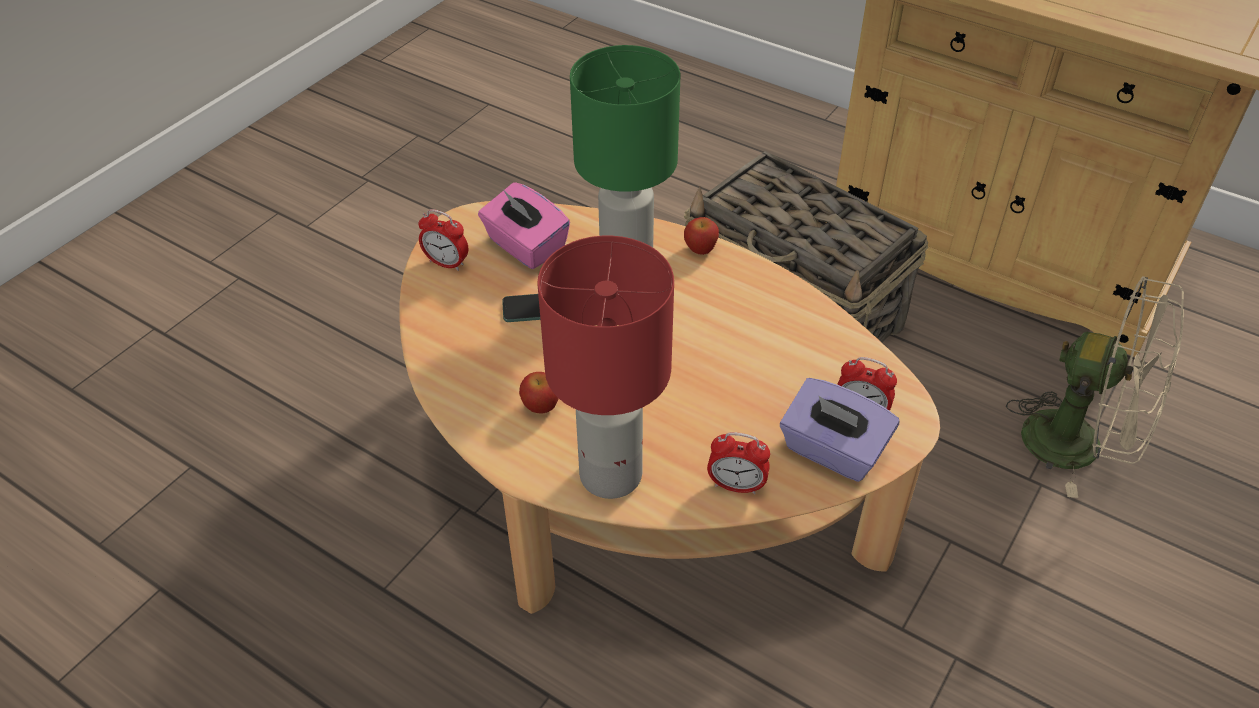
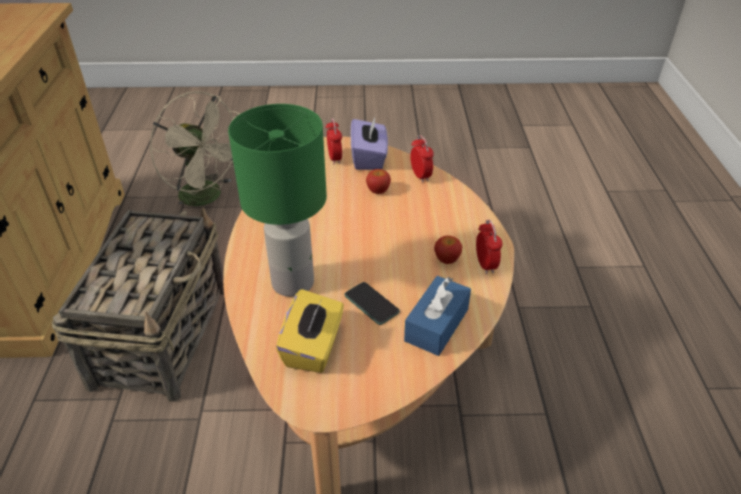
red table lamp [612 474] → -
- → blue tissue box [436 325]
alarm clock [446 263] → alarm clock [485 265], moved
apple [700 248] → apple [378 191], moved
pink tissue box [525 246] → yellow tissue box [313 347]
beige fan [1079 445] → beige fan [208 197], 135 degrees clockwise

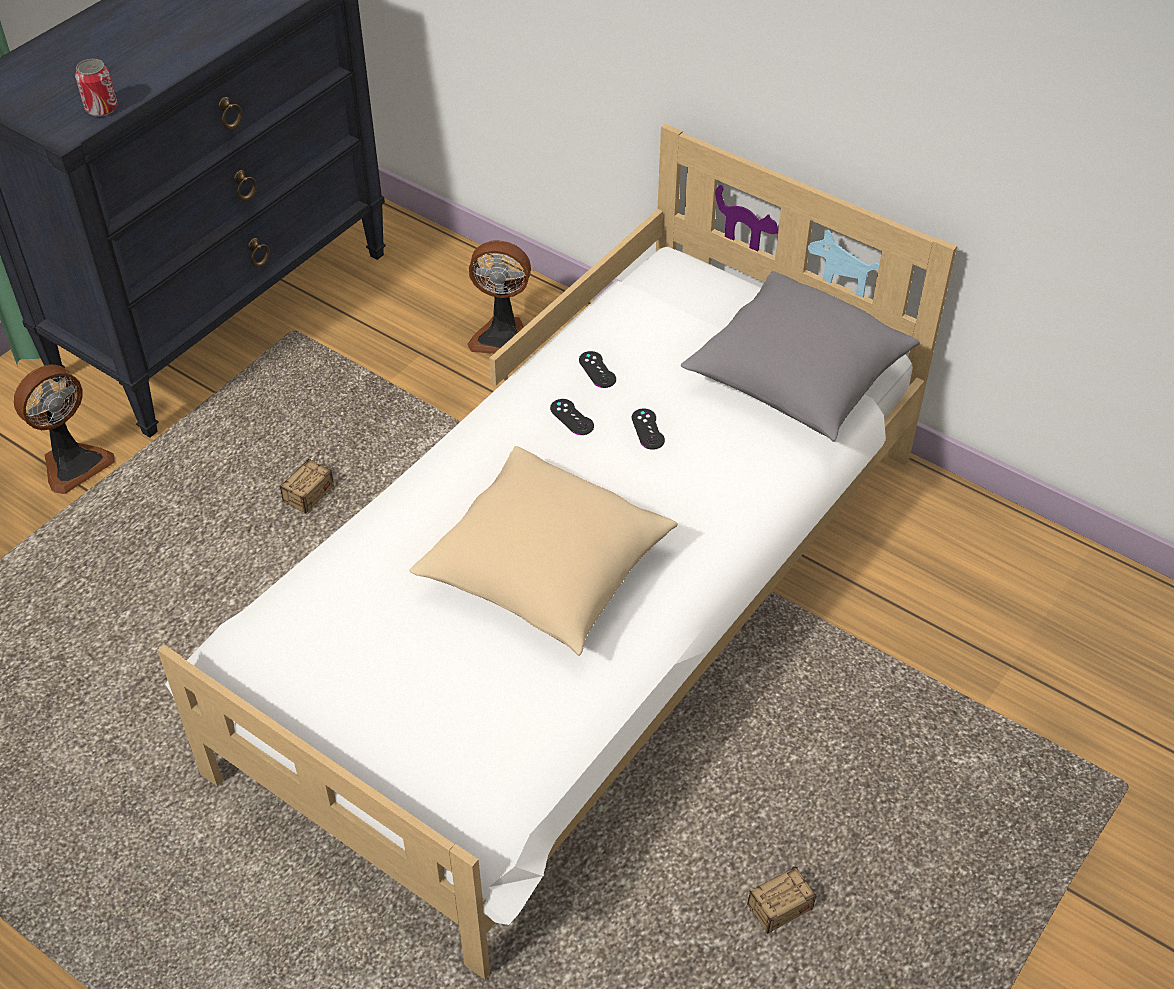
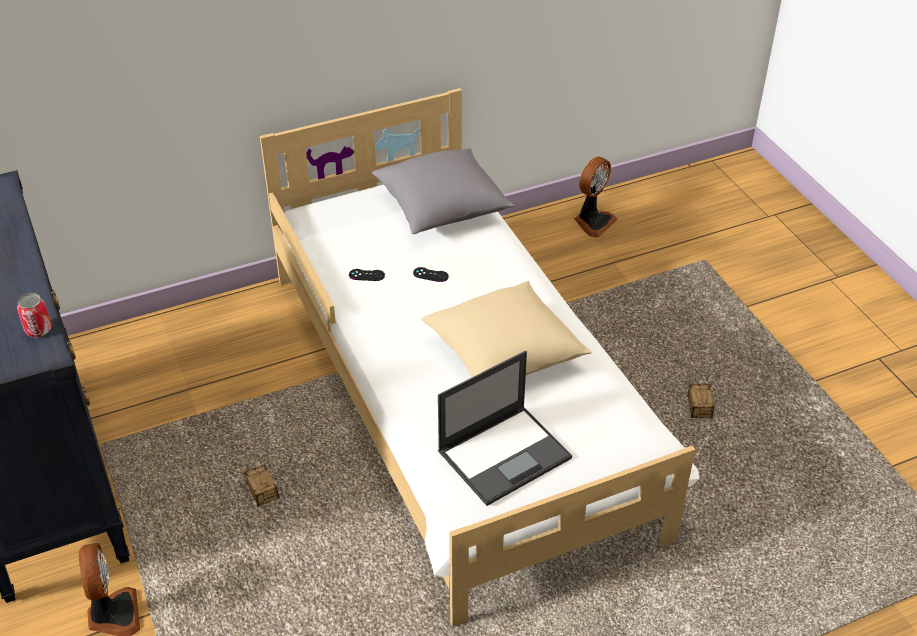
black game controller [572 417] → -
- → laptop [505 454]
fan [503 336] → fan [593 221], moved

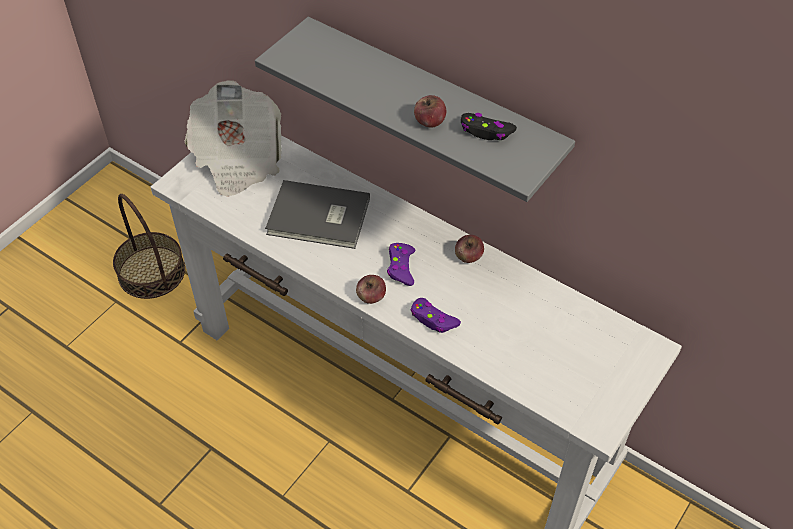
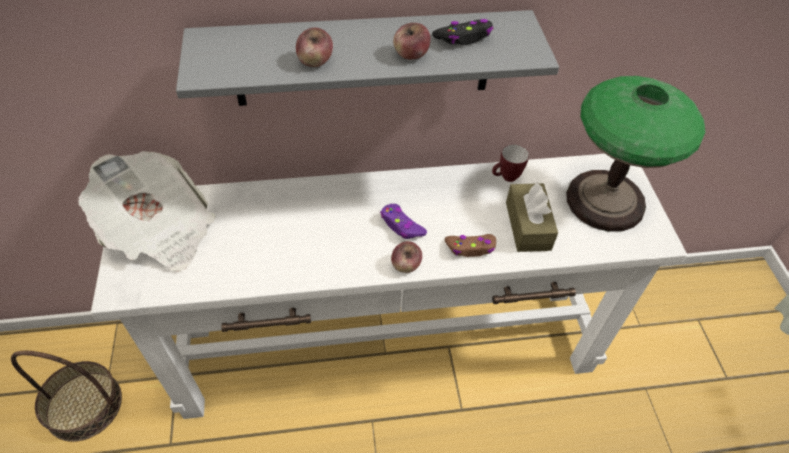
grey book [319 218] → -
- → mug [506 178]
- → brown tissue box [528 226]
- → table lamp [605 201]
apple [468 257] → apple [315 61], moved
purple game controller [433 319] → brown game controller [471 248]

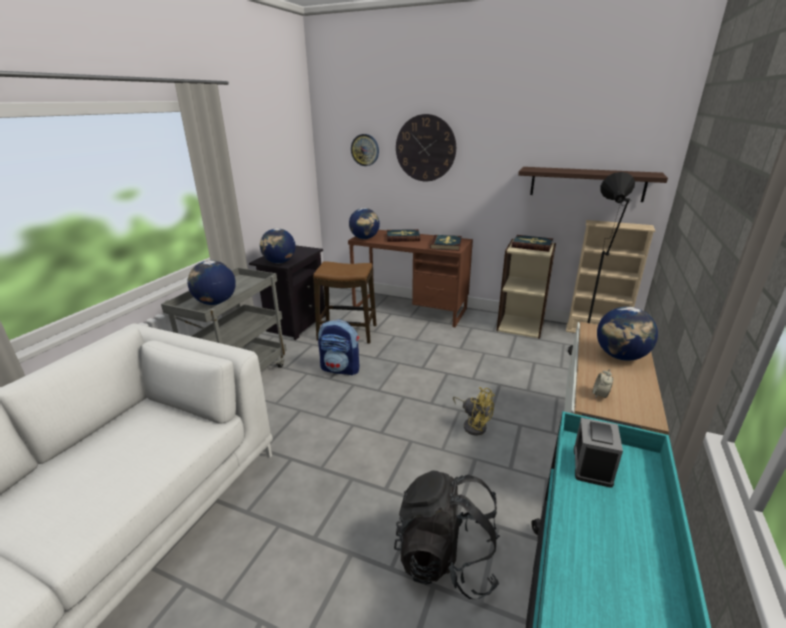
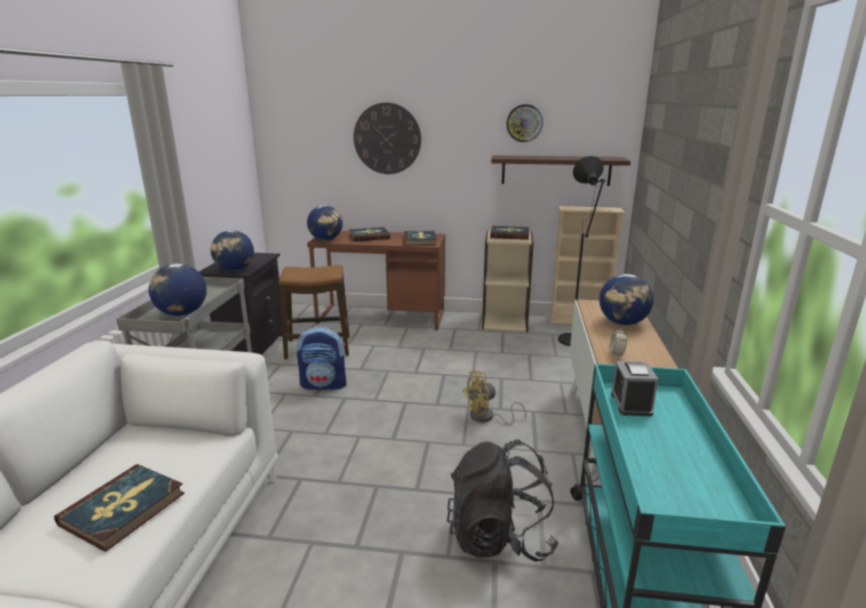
- → book [123 509]
wall clock [365 150] → wall clock [524 123], moved
yellow fan [473 424] → yellow fan [487 417], 135 degrees clockwise

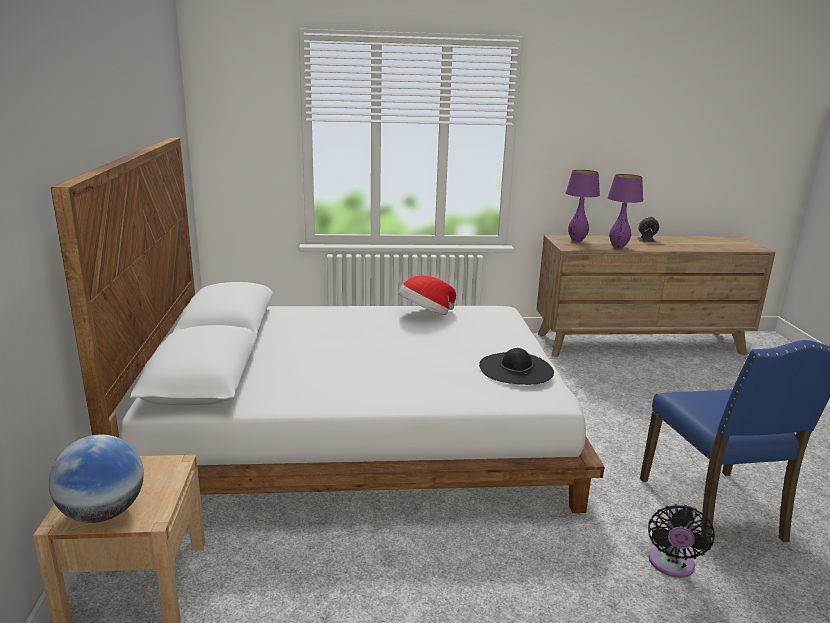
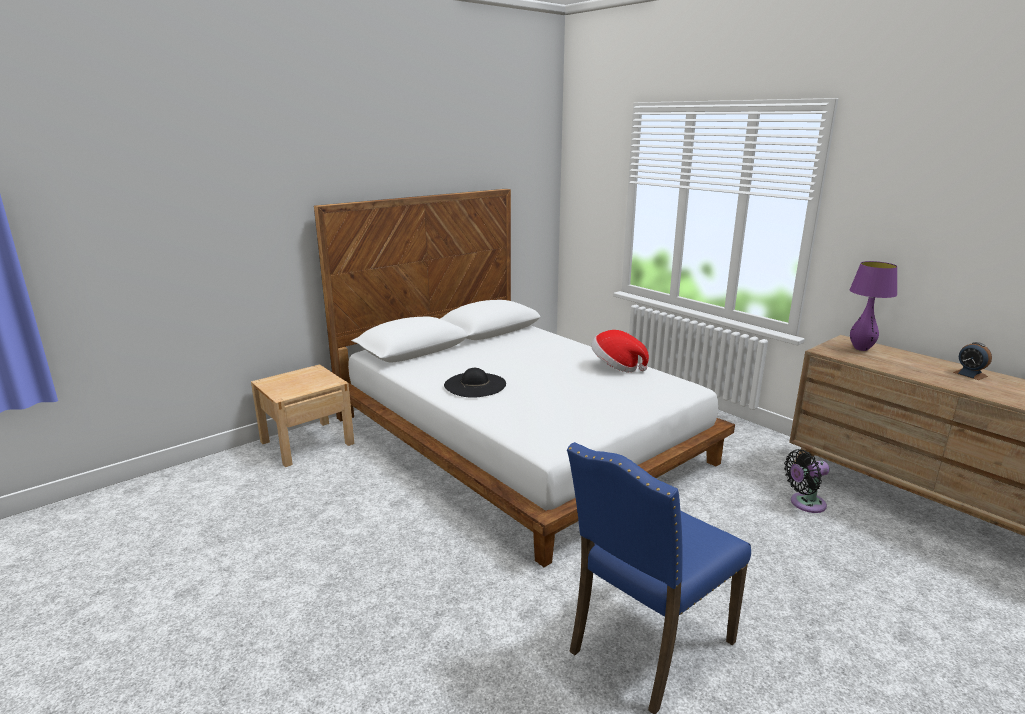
globe [103 513] → -
purple table lamp [618 247] → -
black hat [516 368] → black hat [475 385], moved
black fan [671 565] → black fan [804 504], moved

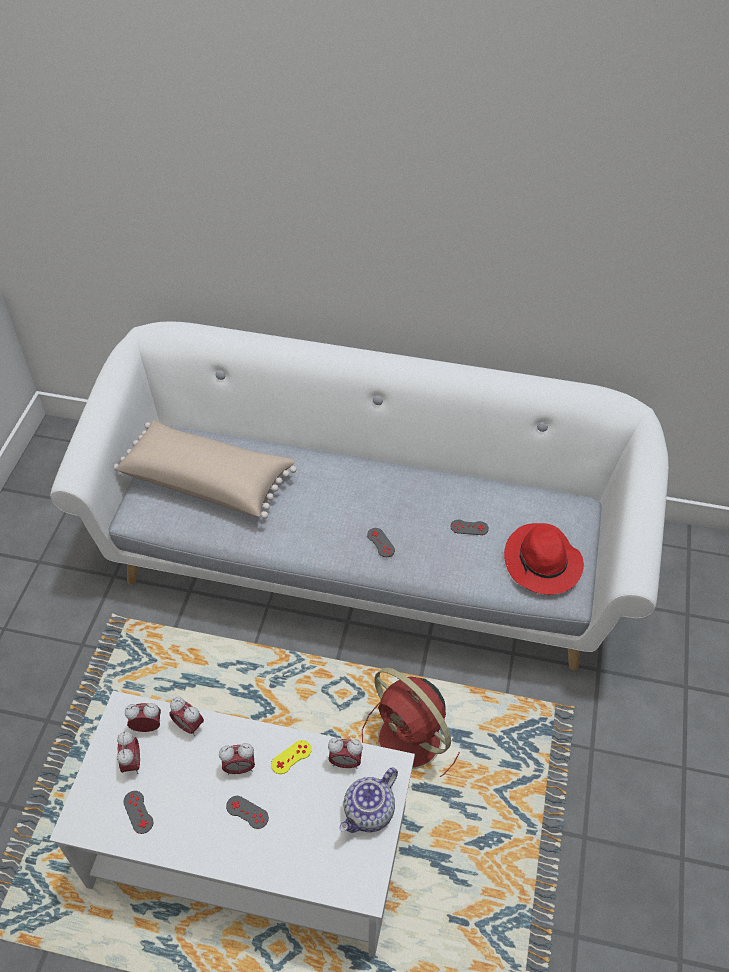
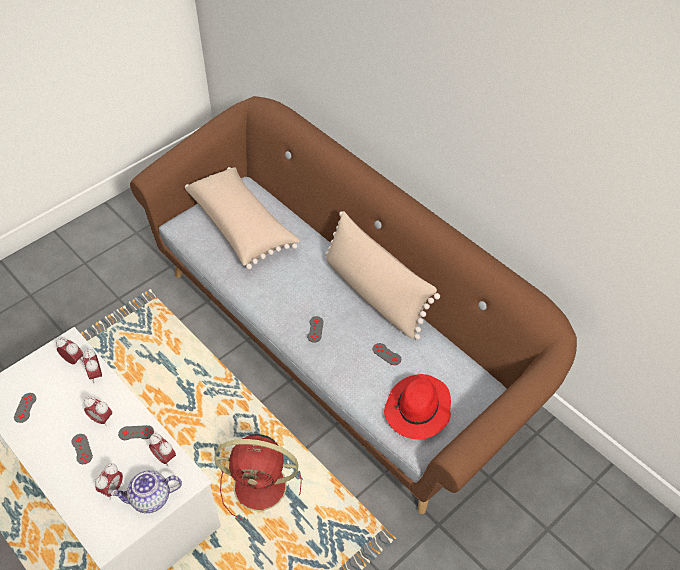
- → beige pillow [375 294]
alarm clock [132 763] → alarm clock [112 489], moved
white sofa [364 553] → brown sofa [340 341]
yellow game controller [291 757] → grey game controller [136 433]
red fan [412 741] → red fan [263 487], 75 degrees counterclockwise

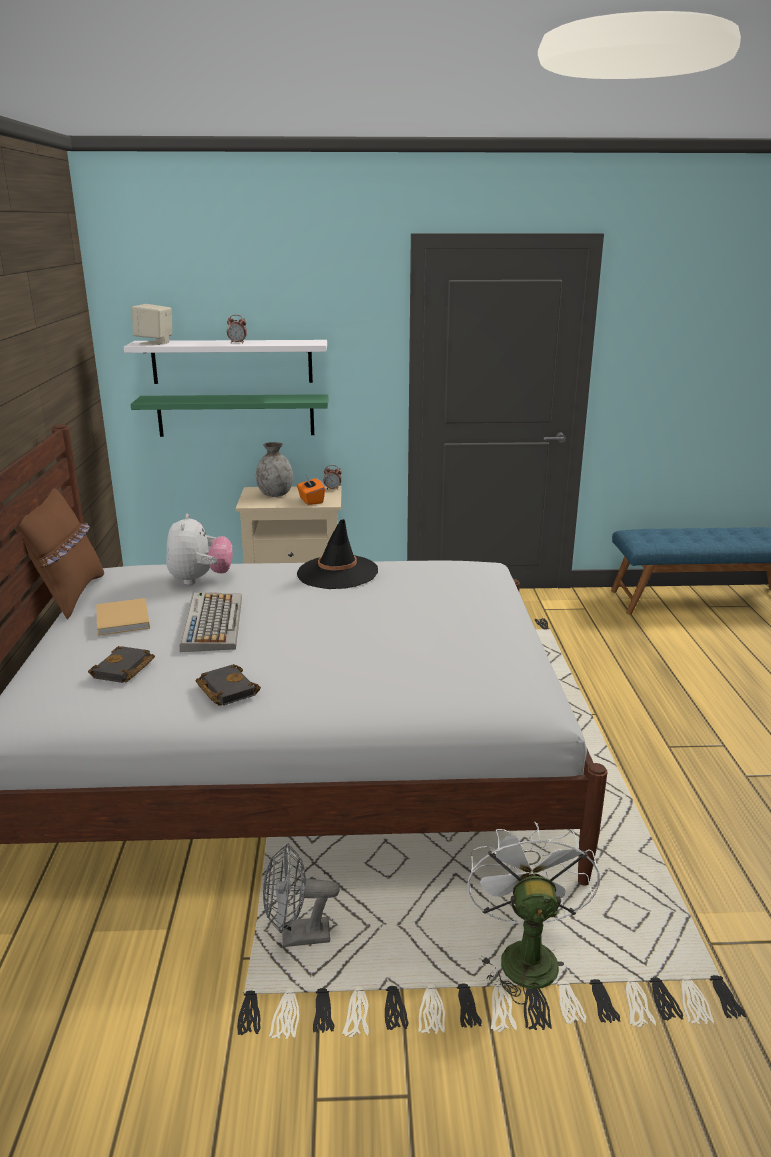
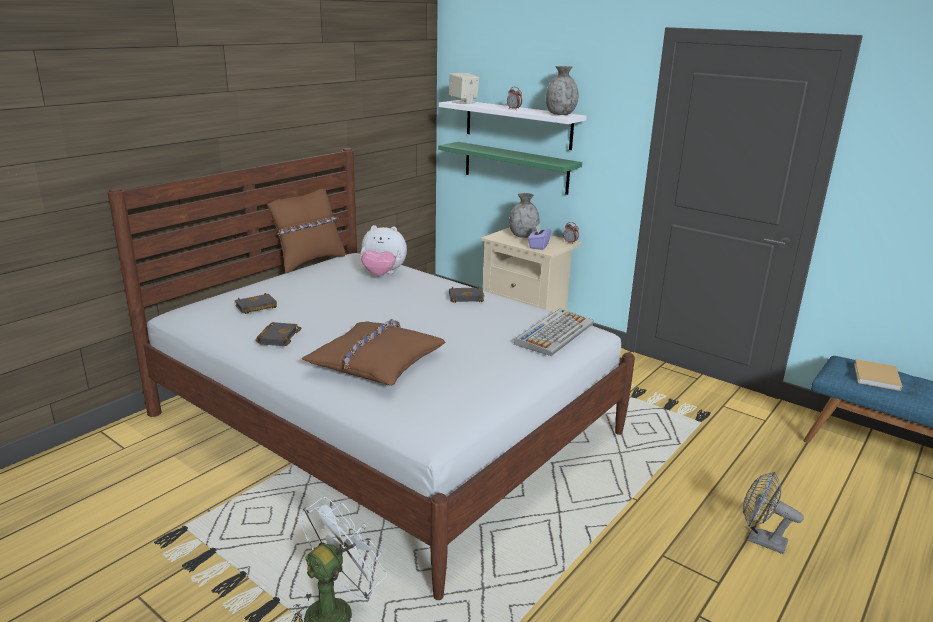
- → brown pillow [375 362]
- → grey vase [560 114]
beige book [123 620] → beige book [876 377], moved
keyboard [212 622] → keyboard [554 333], moved
grey fan [297 936] → grey fan [760 540], moved
black hat [337 573] → black book [467 297]
orange tissue box [310 500] → purple tissue box [538 246]
plush toy [200 580] → plush toy [383 274], 60 degrees clockwise

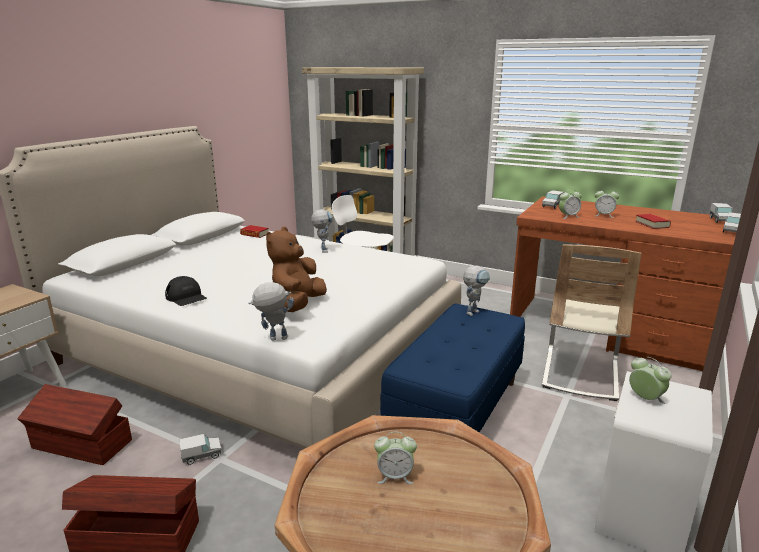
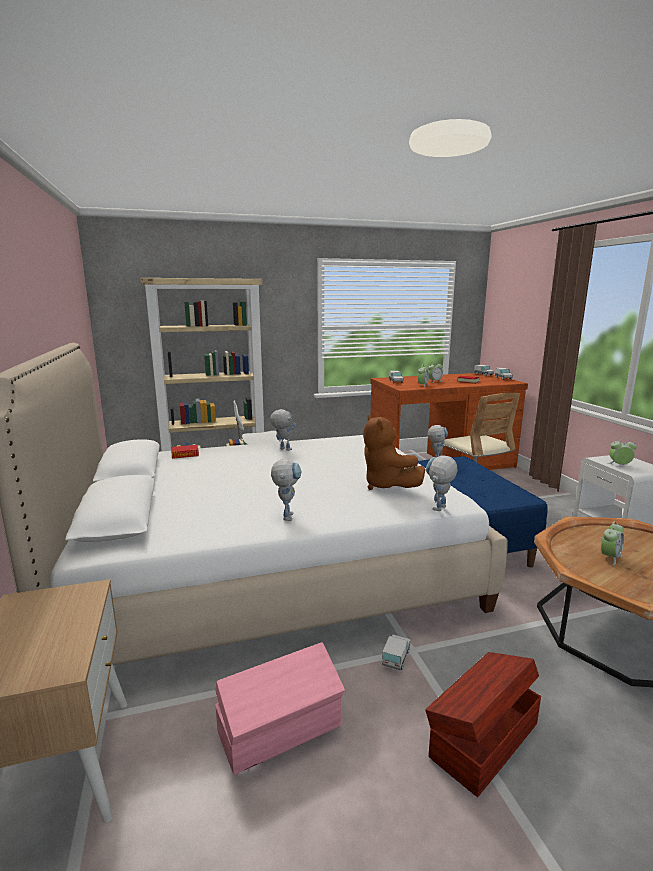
black cap [186 297] → toy robot [287 514]
brown storage box [81 445] → pink storage box [281 730]

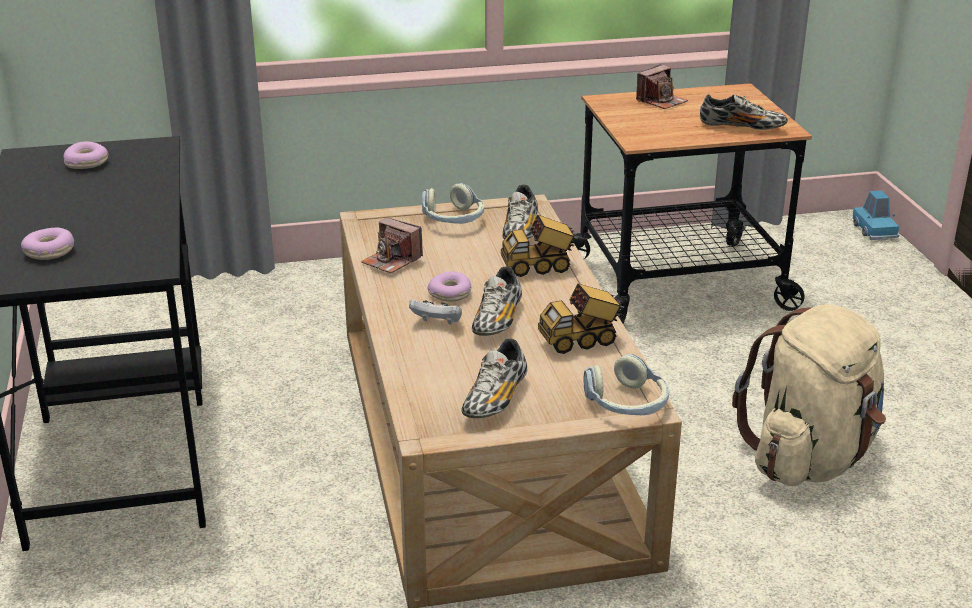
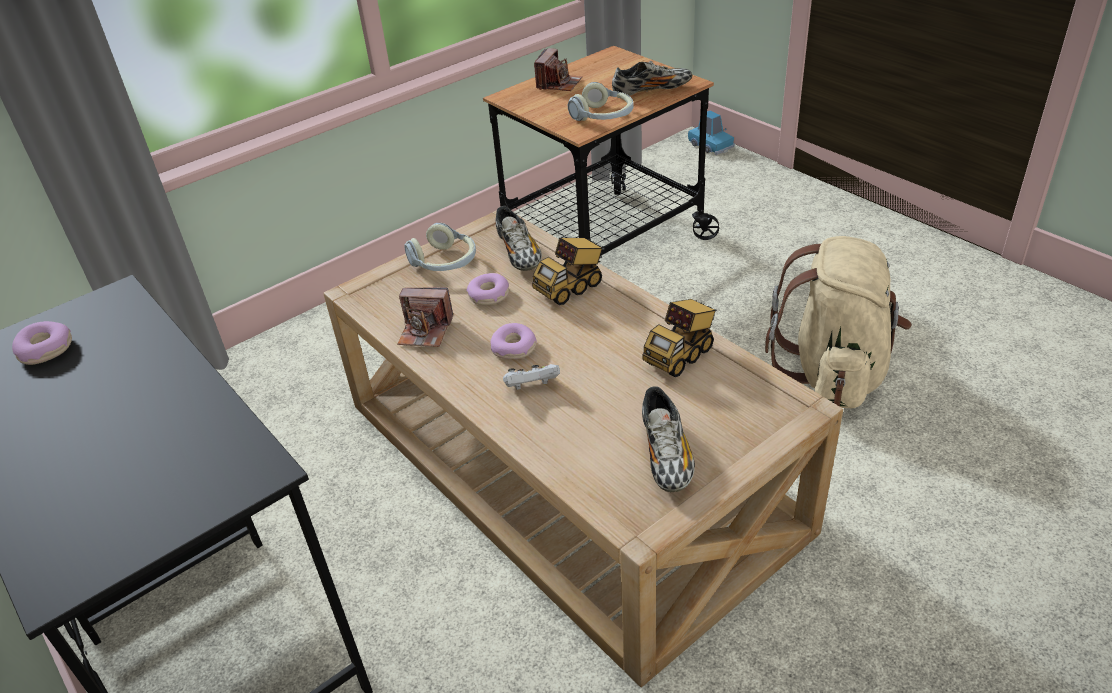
shoe [497 321] → -
donut [50 252] → donut [489 295], moved
headphones [627 404] → headphones [603 116], moved

